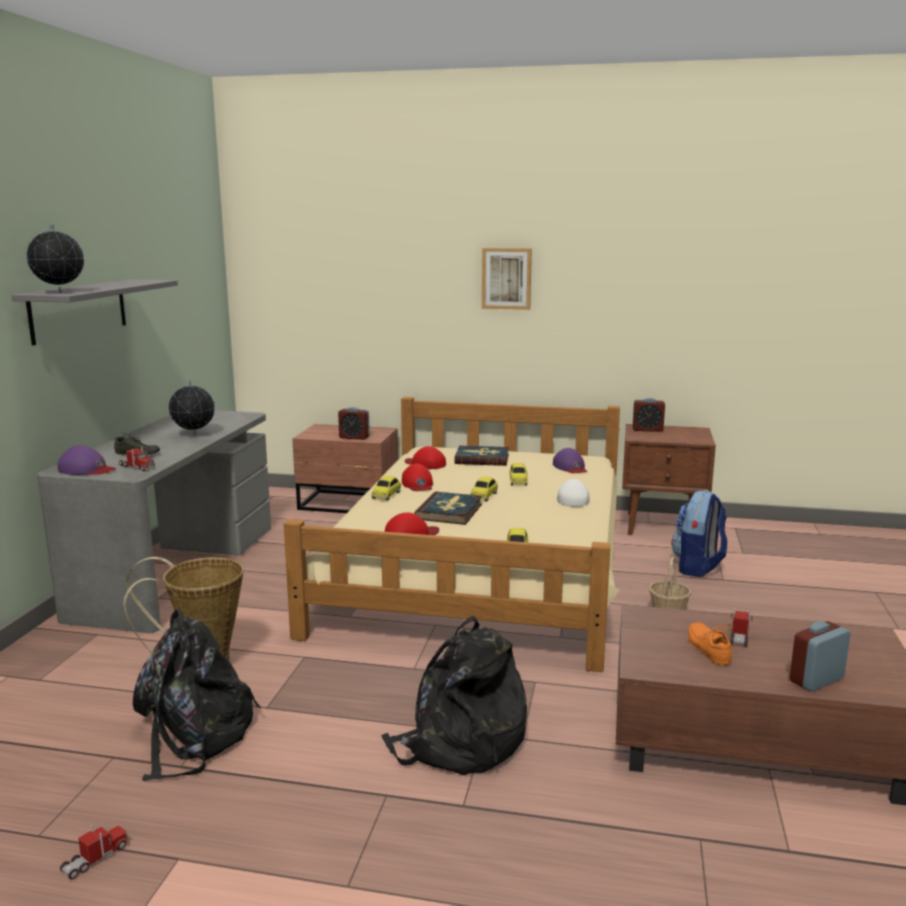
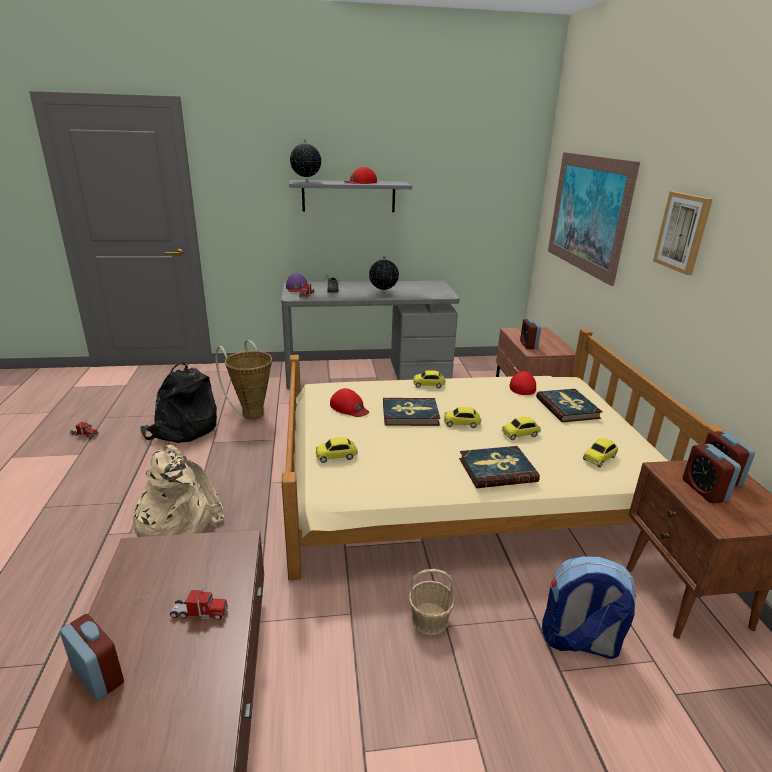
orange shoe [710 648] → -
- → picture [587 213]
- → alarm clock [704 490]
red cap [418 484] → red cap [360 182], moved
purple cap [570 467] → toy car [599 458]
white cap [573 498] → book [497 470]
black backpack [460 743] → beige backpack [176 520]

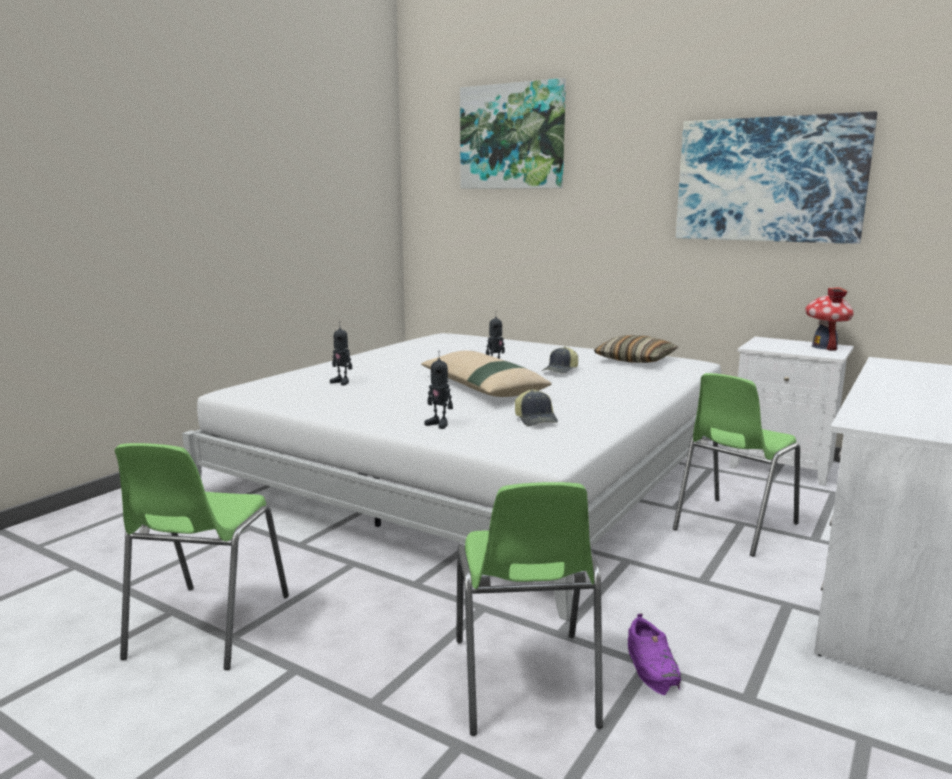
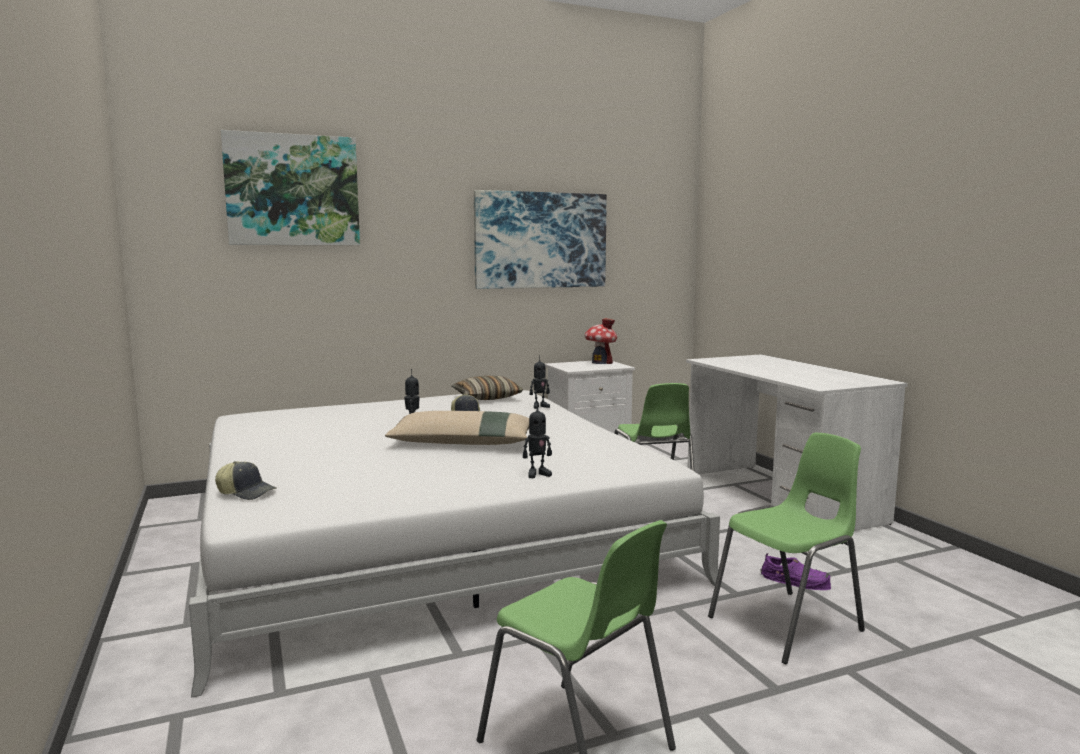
toy robot [342 382] → toy robot [540 406], moved
cap [536 419] → cap [247 493], moved
green chair [524 682] → green chair [788 624], 60 degrees counterclockwise

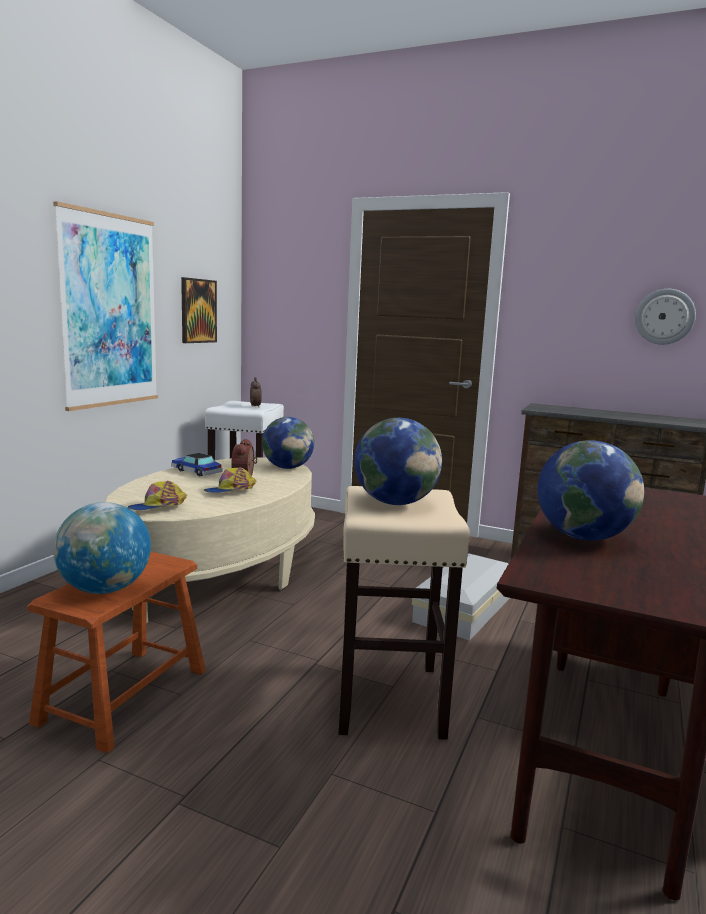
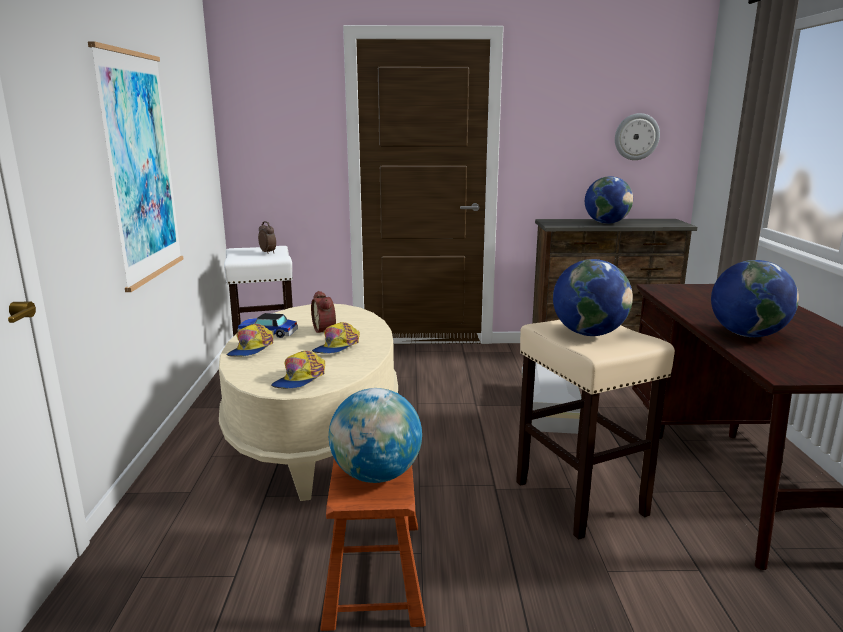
picture [198 311] → -
- → cap [251 349]
globe [287 467] → globe [606 223], moved

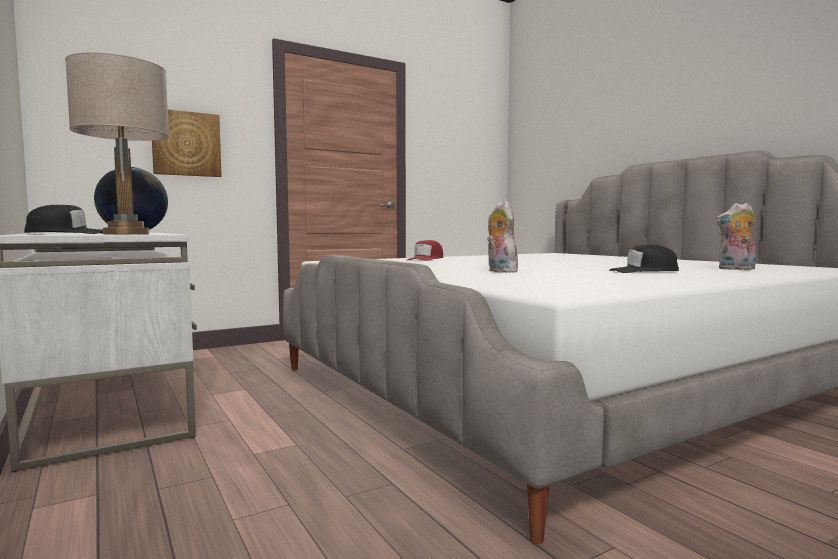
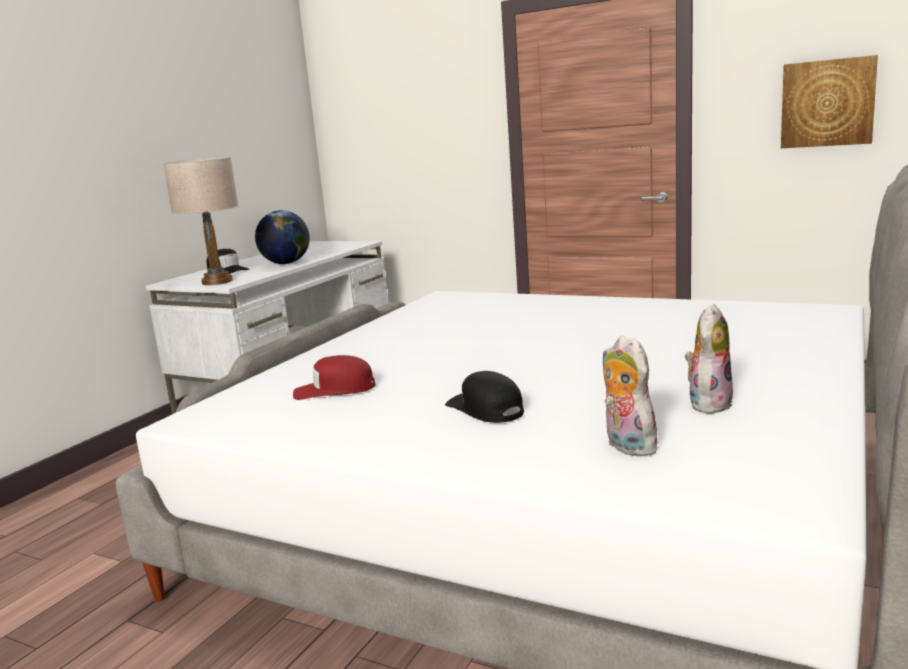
picture [186 144] → picture [827 103], moved
red cap [426 259] → red cap [334 390], moved
plush toy [499 271] → plush toy [708 403], moved

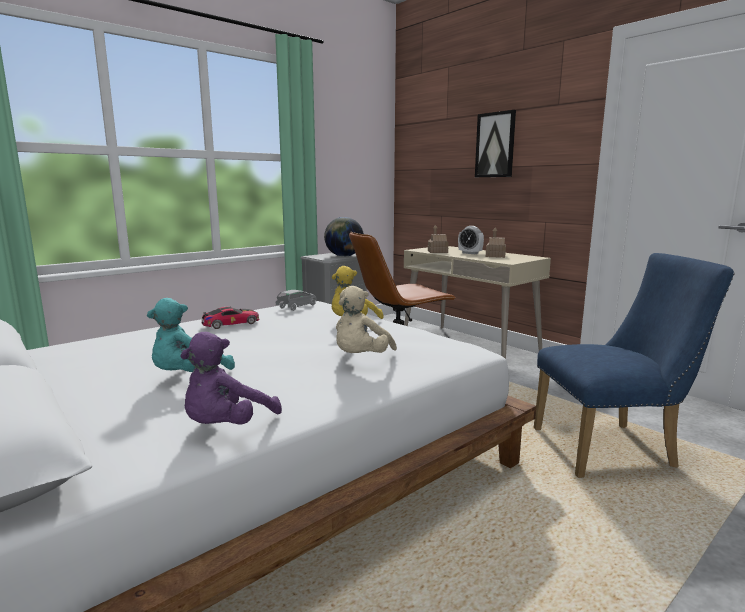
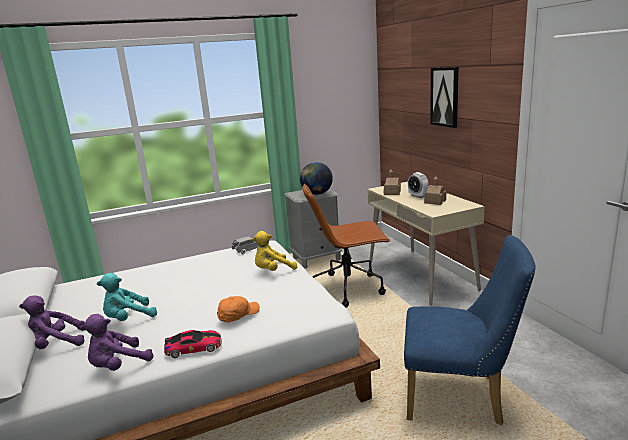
- → purple plush toy [56 345]
toy car [231 323] → toy car [194 348], moved
beige plush toy [361 358] → orange cap [238 315]

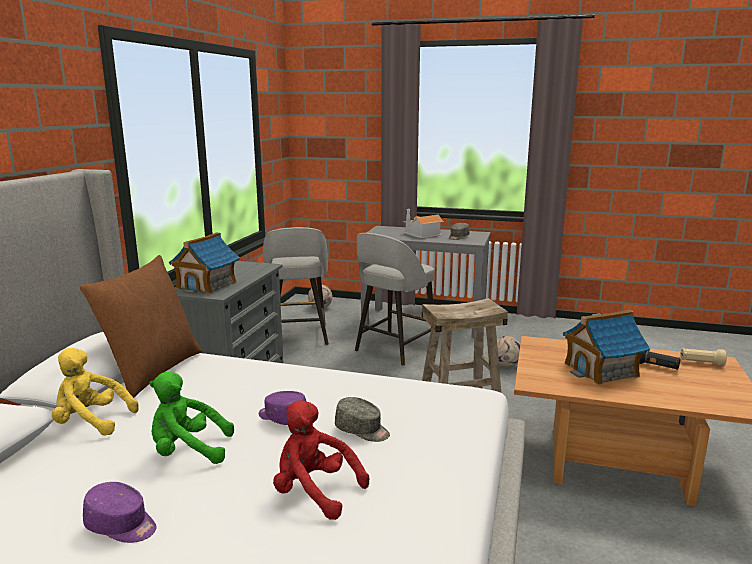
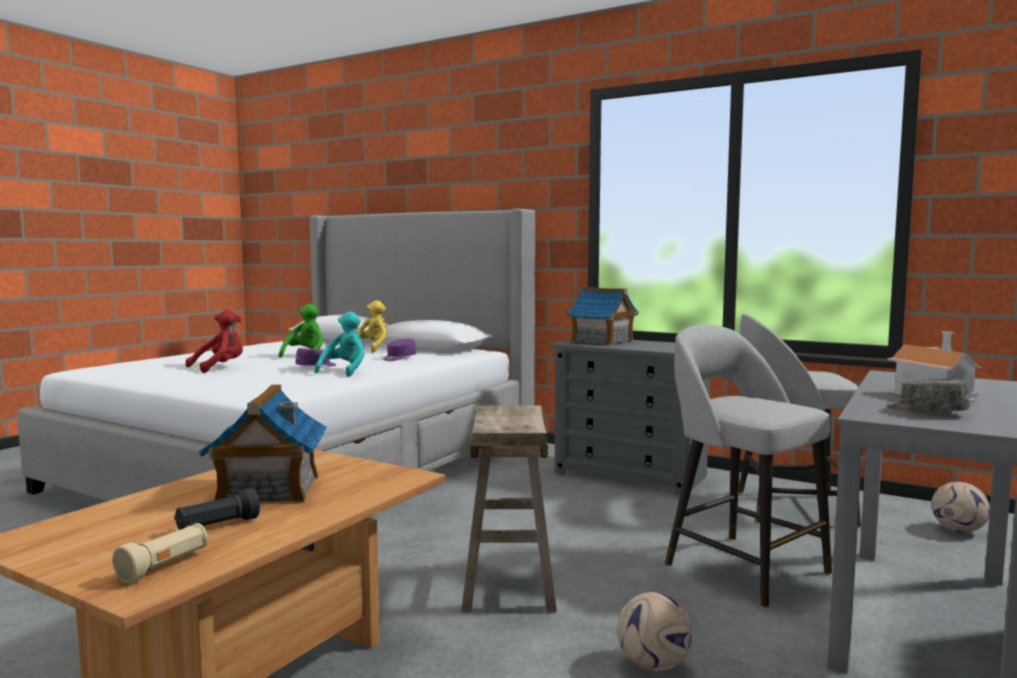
brown pillow [152 371] → -
grey cap [362 430] → -
- → turquoise plush toy [345 371]
purple cap [122 526] → purple cap [399 358], moved

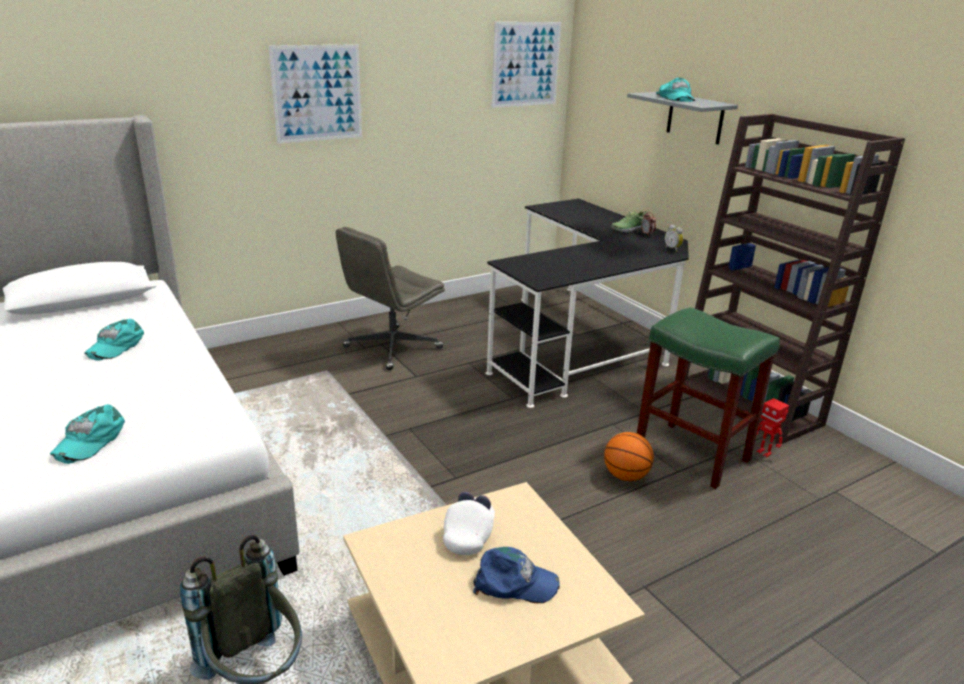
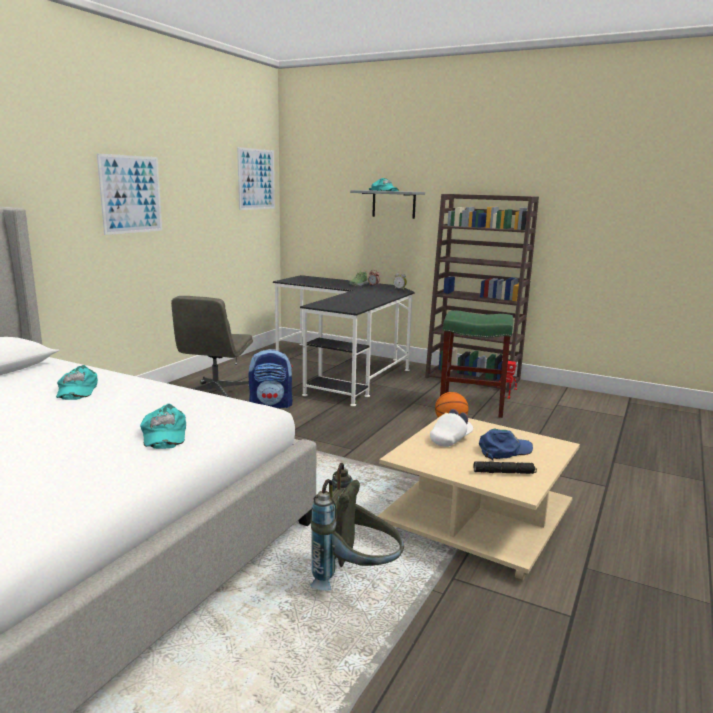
- → backpack [271 405]
- → black flashlight [504 472]
white cap [469 535] → white cap [451 439], 60 degrees clockwise

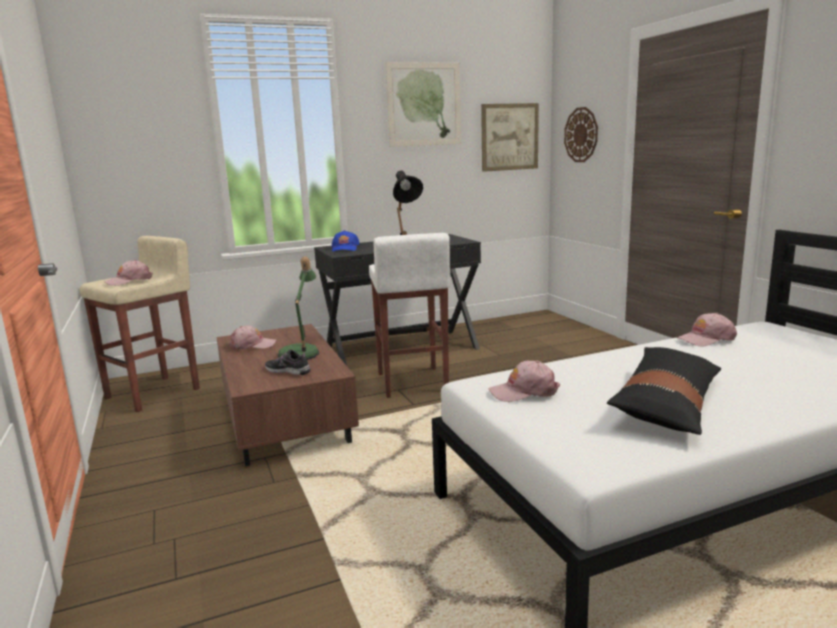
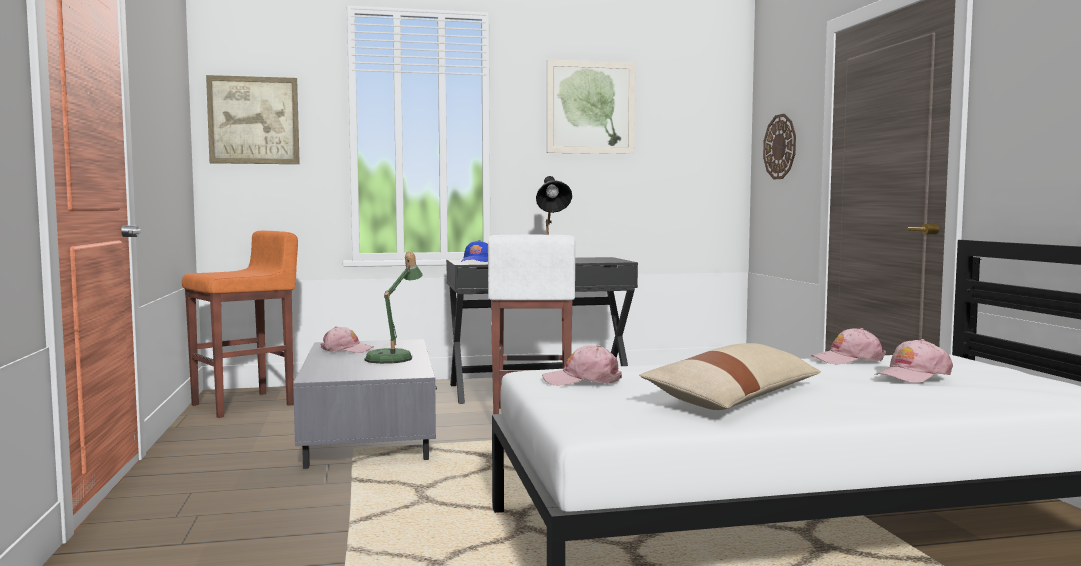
shoe [288 371] → -
pink cap [129 281] → pink cap [912 375], moved
picture [509 137] → picture [253 120], moved
beige stool [155 393] → orange stool [245 405]
brown coffee table [285 417] → grey coffee table [369 435]
black pillow [667 404] → beige pillow [734 398]

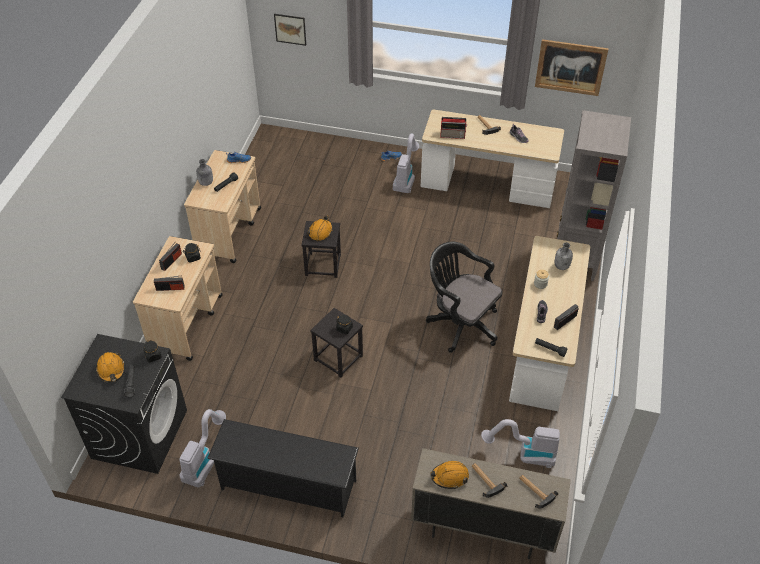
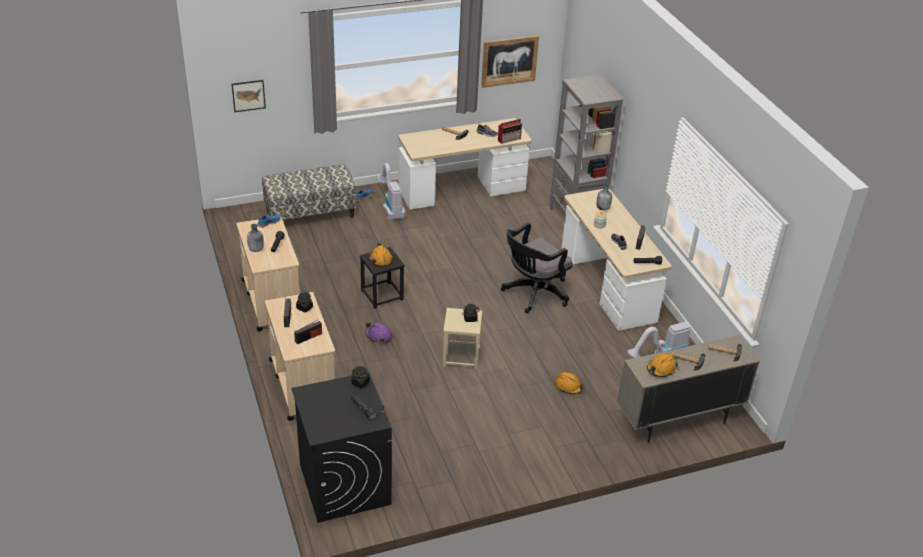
vacuum cleaner [204 460] → -
black shoe rack [287 485] → -
- → bench [310 214]
- → purple hard hat [378 336]
orange hard hat [111 370] → orange hard hat [568 386], moved
radio [453 135] → radio [509 139], moved
black stool [338 358] → beige stool [461 356]
black office chair [460 323] → black office chair [533 294], 45 degrees counterclockwise

